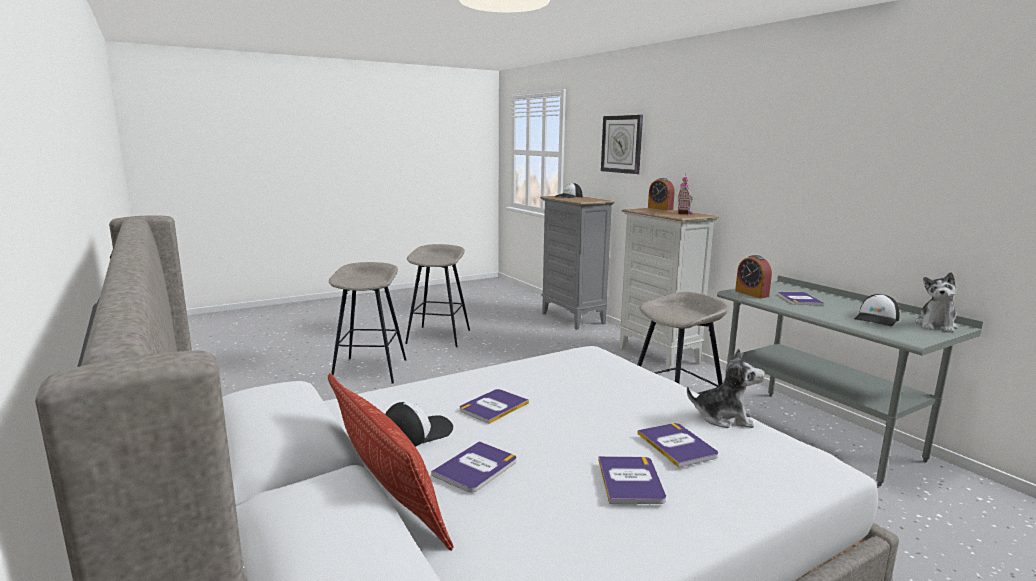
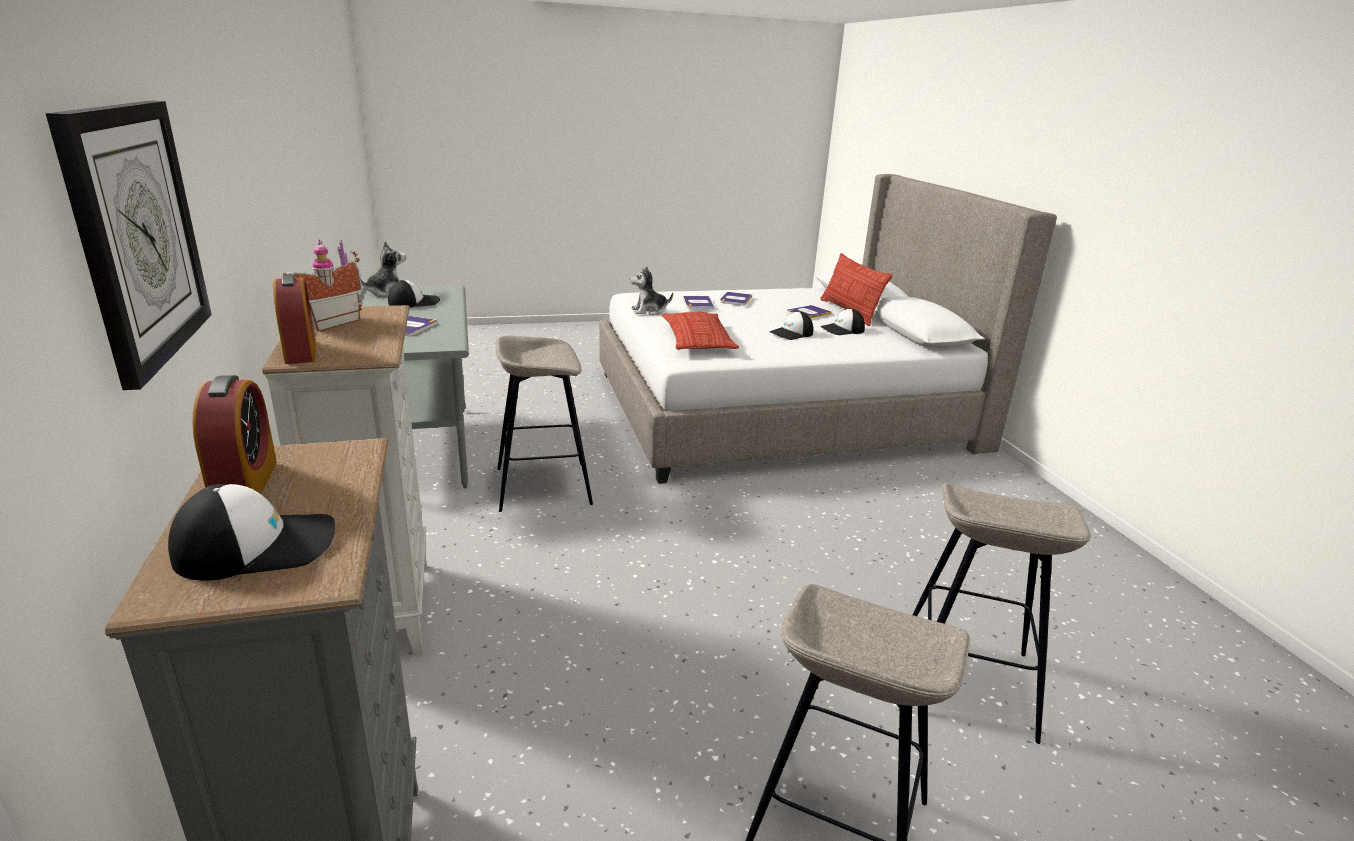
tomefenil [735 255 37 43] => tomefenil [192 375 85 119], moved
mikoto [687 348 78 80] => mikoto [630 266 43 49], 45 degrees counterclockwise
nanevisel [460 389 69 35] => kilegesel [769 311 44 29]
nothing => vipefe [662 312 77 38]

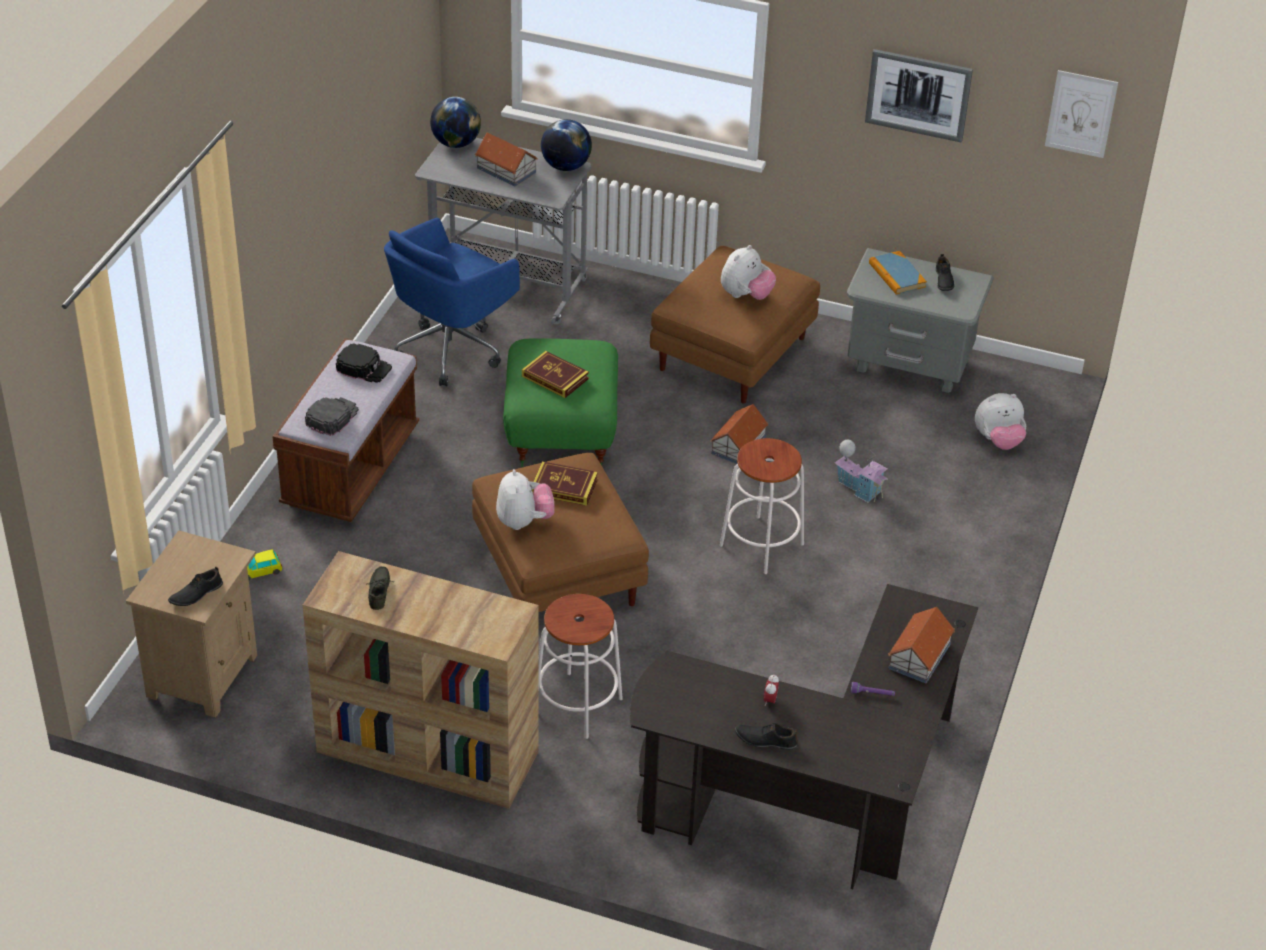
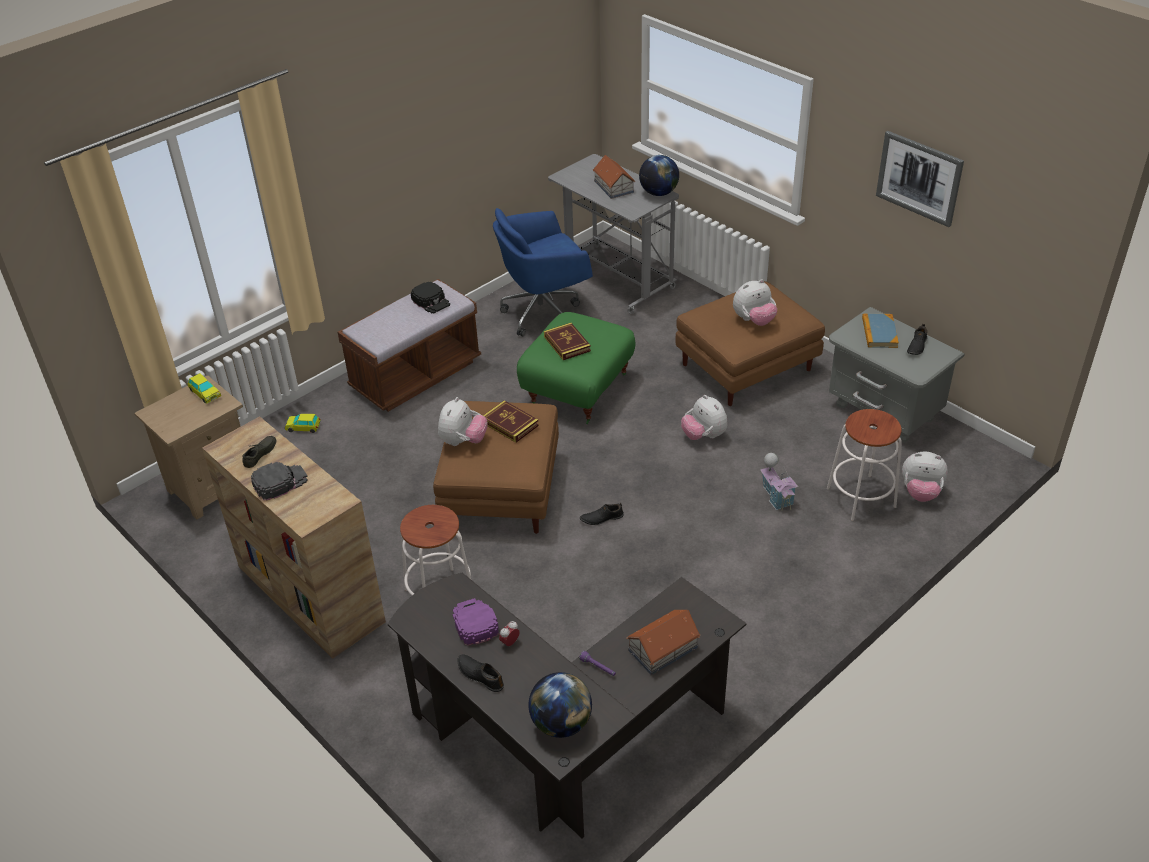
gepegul [1045 70 73 88] => nothing
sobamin [430 97 51 51] => sobamin [528 672 64 66], moved
black kilegesel [305 397 54 39] => black kilegesel [251 462 57 39], moved
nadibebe [710 404 58 60] => mikoto [681 395 47 45]
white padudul [720 438 84 136] => white padudul [827 409 75 112], moved
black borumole [168 566 55 40] => black borumole [580 503 44 22], moved
nothing => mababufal [188 373 33 30]
nothing => purple kilegesel [452 598 47 48]

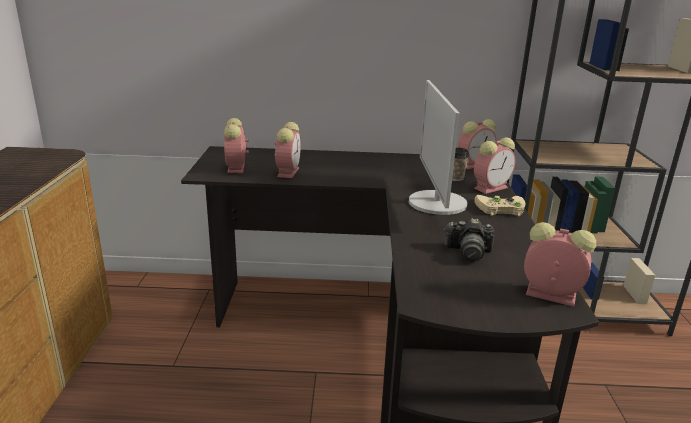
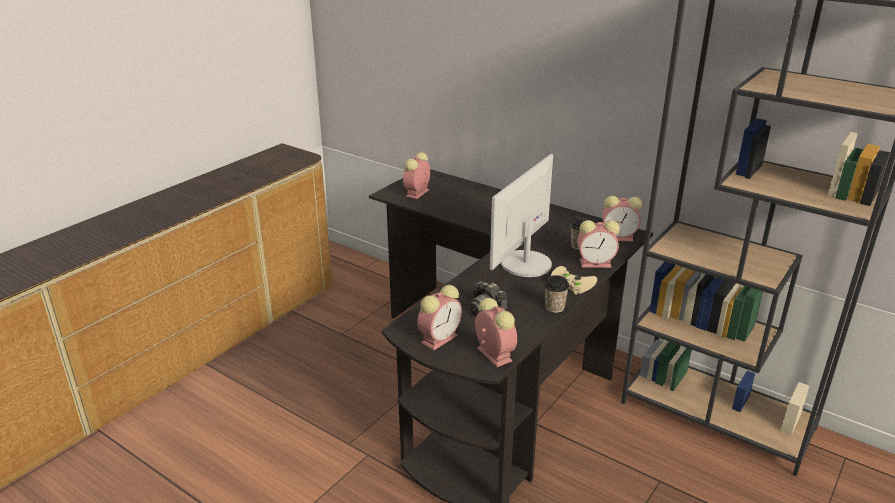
tomefenil [274 122 27 56] => tomefenil [417 285 45 65], moved
nothing => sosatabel [544 275 25 38]

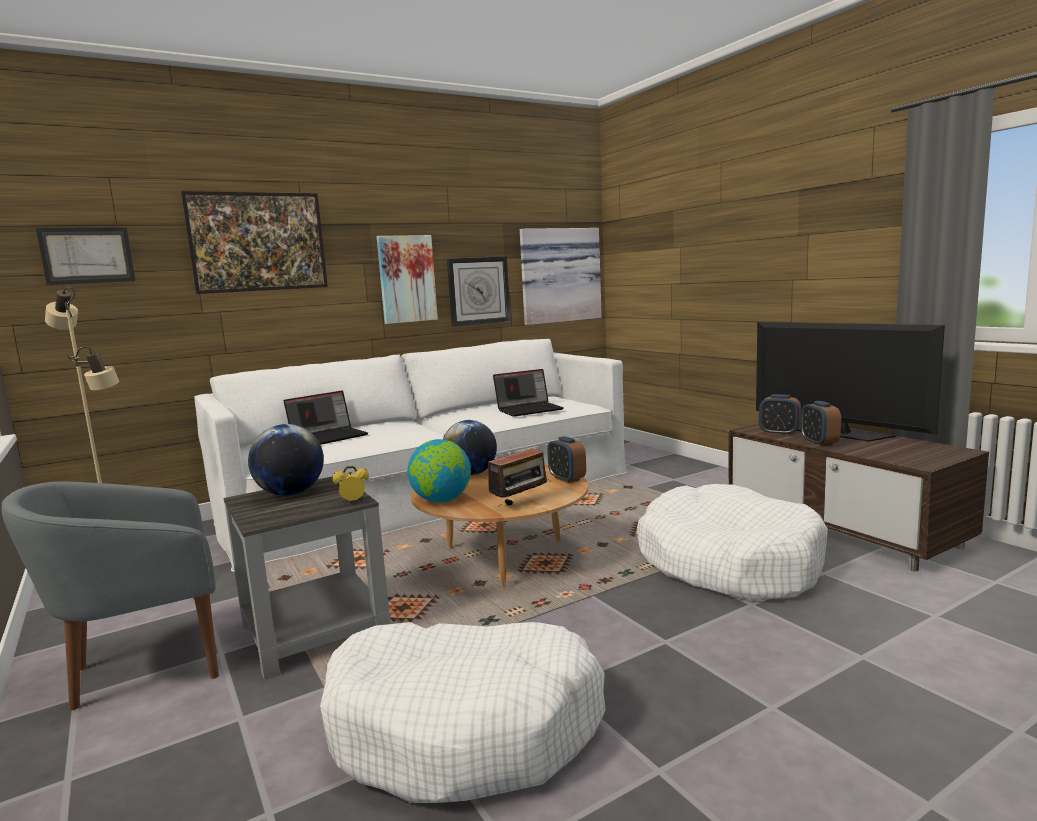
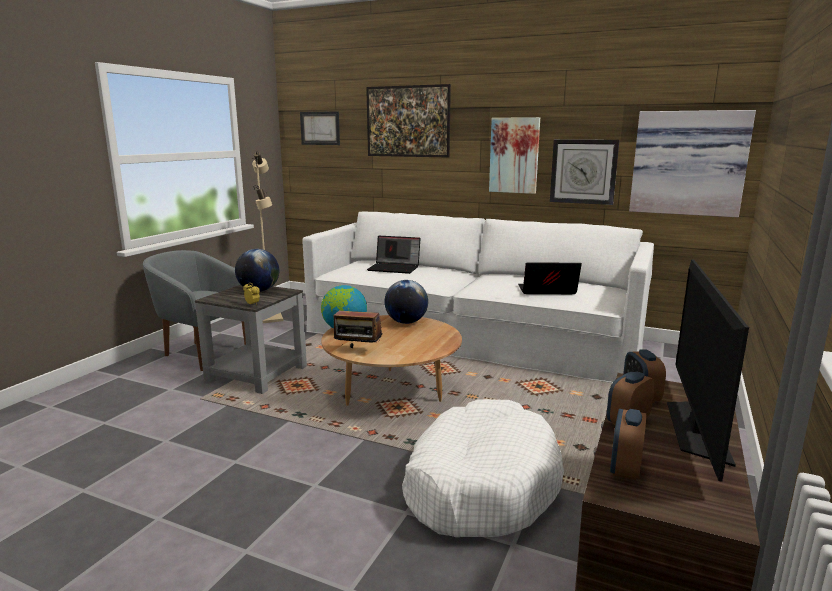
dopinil [493 369 71 48] => dopinil [518 262 64 32], 150 degrees clockwise
tomefenil [547 436 39 47] => tomefenil [610 409 37 71], moved
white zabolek [320 622 286 181] => nothing

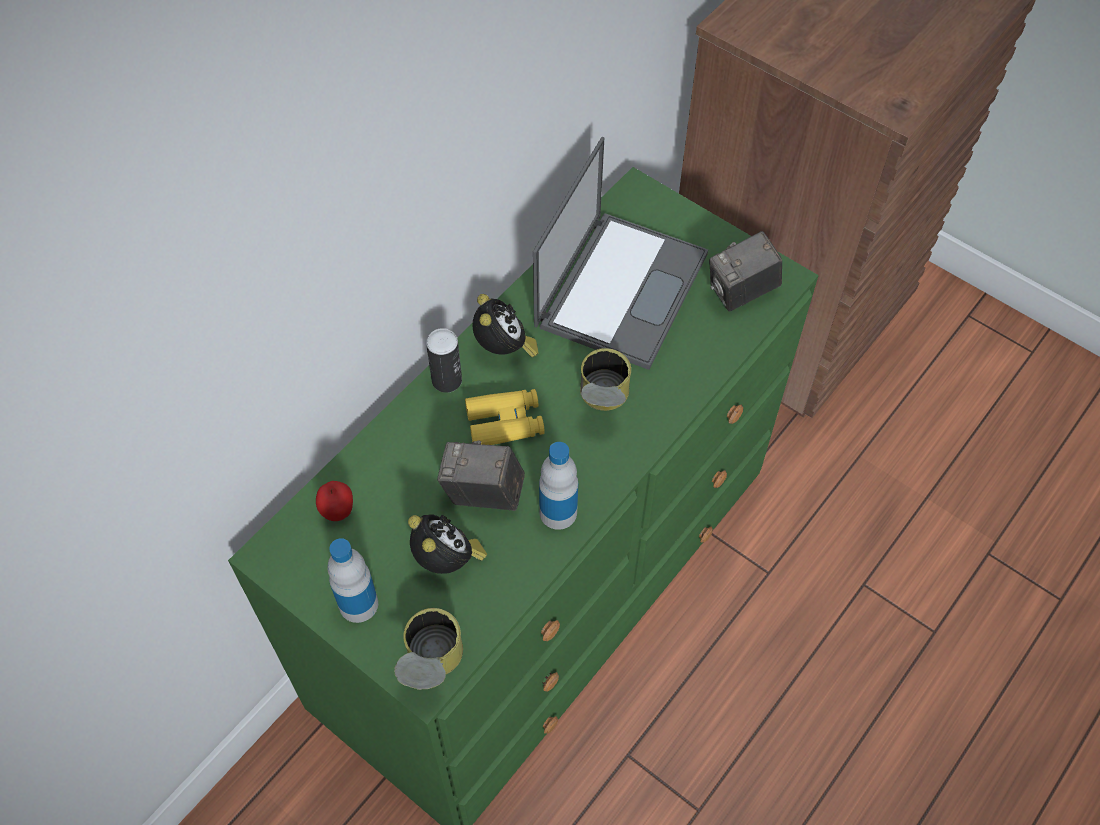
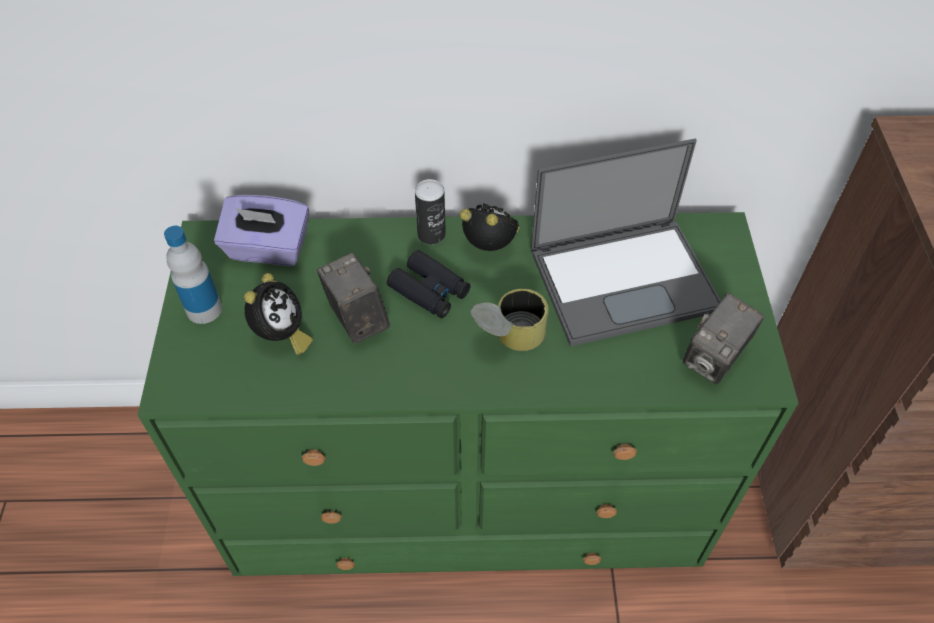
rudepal [709 231 73 81] => rudepal [683 293 81 92], 75 degrees counterclockwise
tomefenil [472 294 67 64] => tomefenil [460 203 59 48], 105 degrees counterclockwise
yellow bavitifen [465 389 80 56] => black bavitifen [387 250 83 68]
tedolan [539 442 39 88] => nothing
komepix [316 481 37 40] => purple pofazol [214 195 95 71]
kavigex [394 608 69 82] => nothing

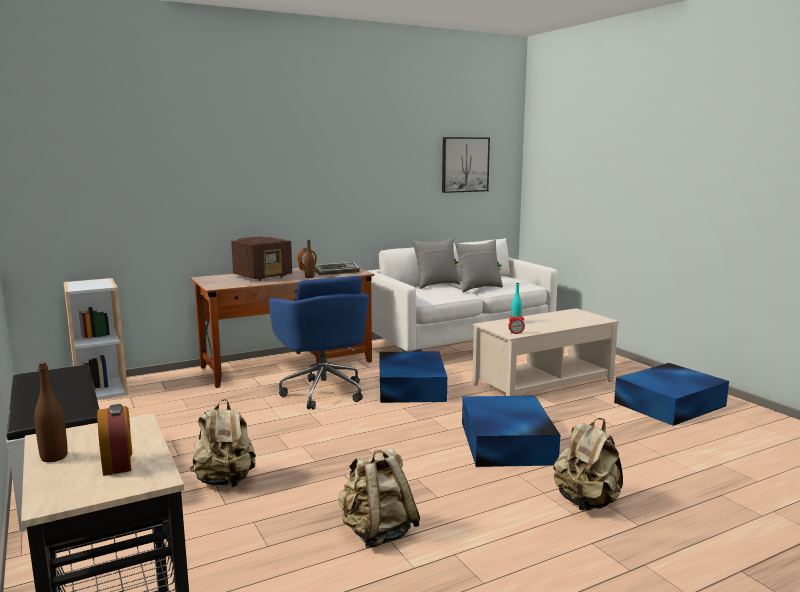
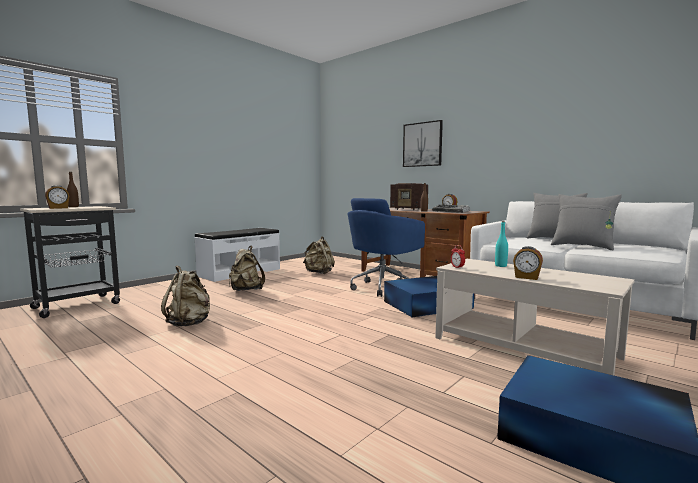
gepegul [442 137 48 56] => gepegul [403 120 40 47], moved
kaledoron [64 278 64 121] => nothing
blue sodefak [462 396 98 71] => nothing
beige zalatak [554 418 69 93] => beige zalatak [303 237 32 37], moved
nothing => tomefenil [513 246 30 34]

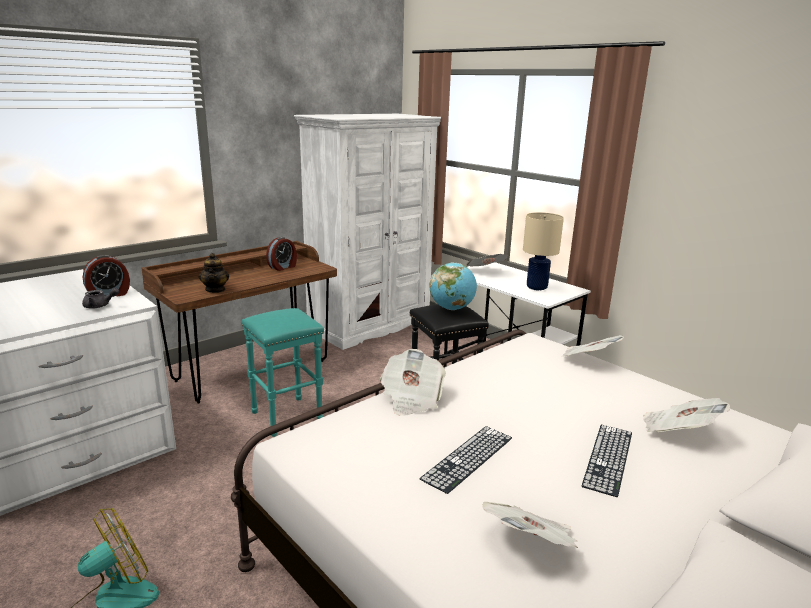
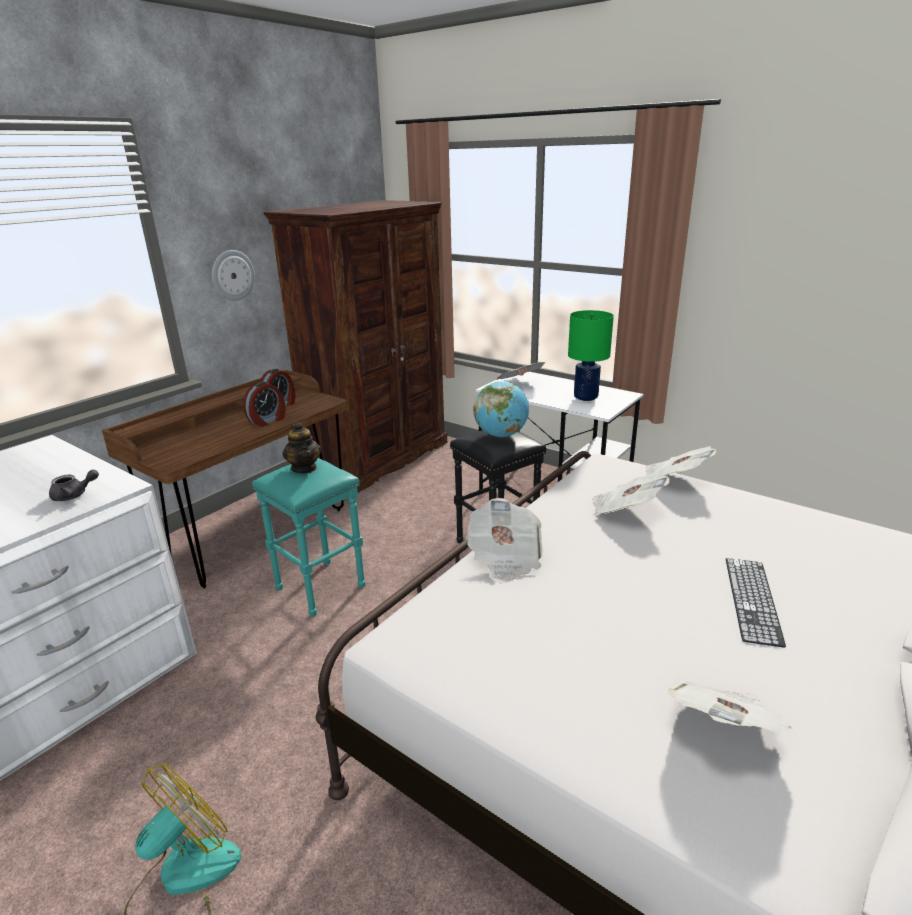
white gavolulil [294 114 147 236] => brown gavolulil [264 200 183 293]
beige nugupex [523 212 41 79] => green nugupex [568 310 46 91]
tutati [199 253 30 40] => tutati [282 422 39 51], moved
tomefenil [82 255 48 42] => tomefenil [243 382 42 45], moved
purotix [643 398 87 34] => purotix [592 473 77 42], moved
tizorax [420 426 92 68] => nothing
nothing => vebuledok [212 250 43 51]

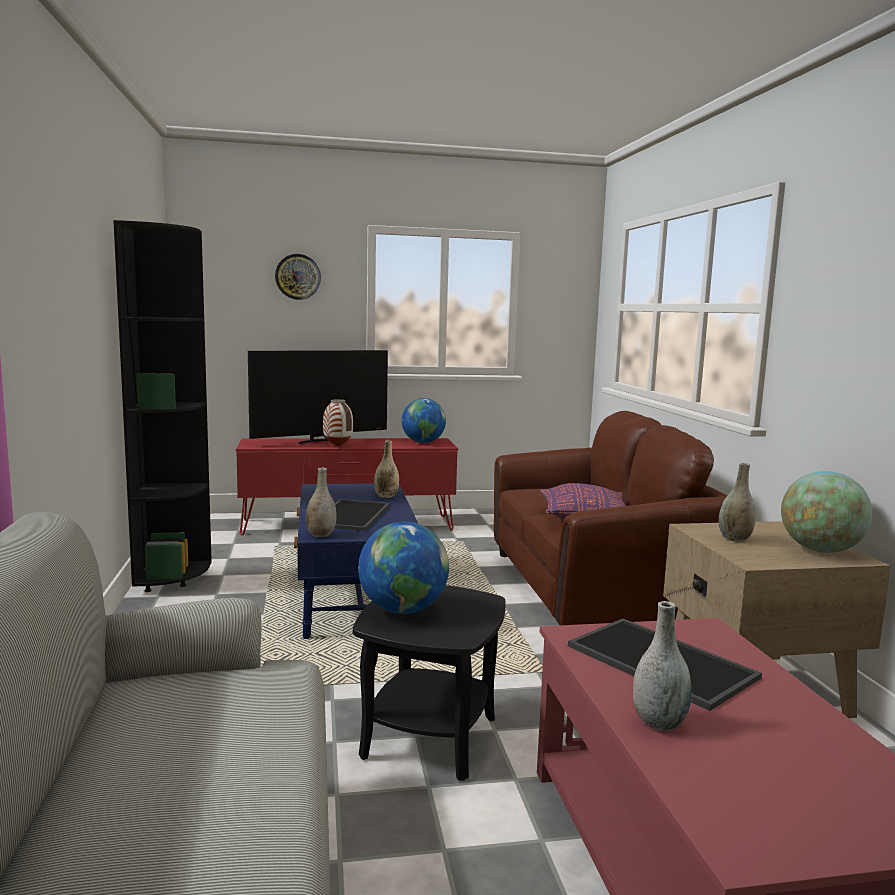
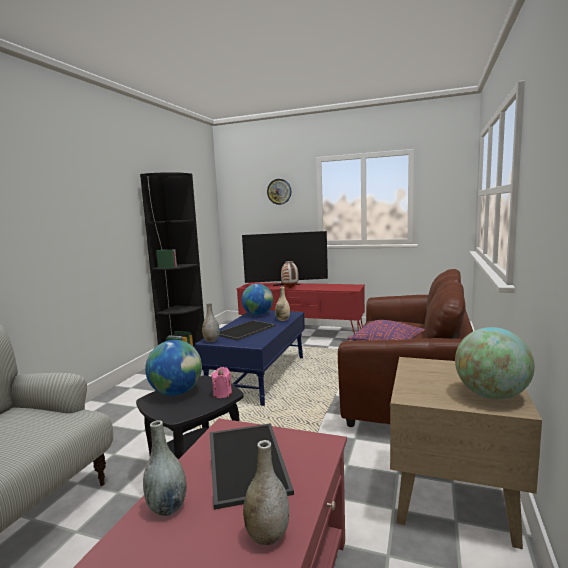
sobamin [401 398 45 45] => sobamin [241 284 32 32], moved
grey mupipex [719 463 37 79] => grey mupipex [243 440 46 106], moved
nothing => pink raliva [211 367 21 31]

